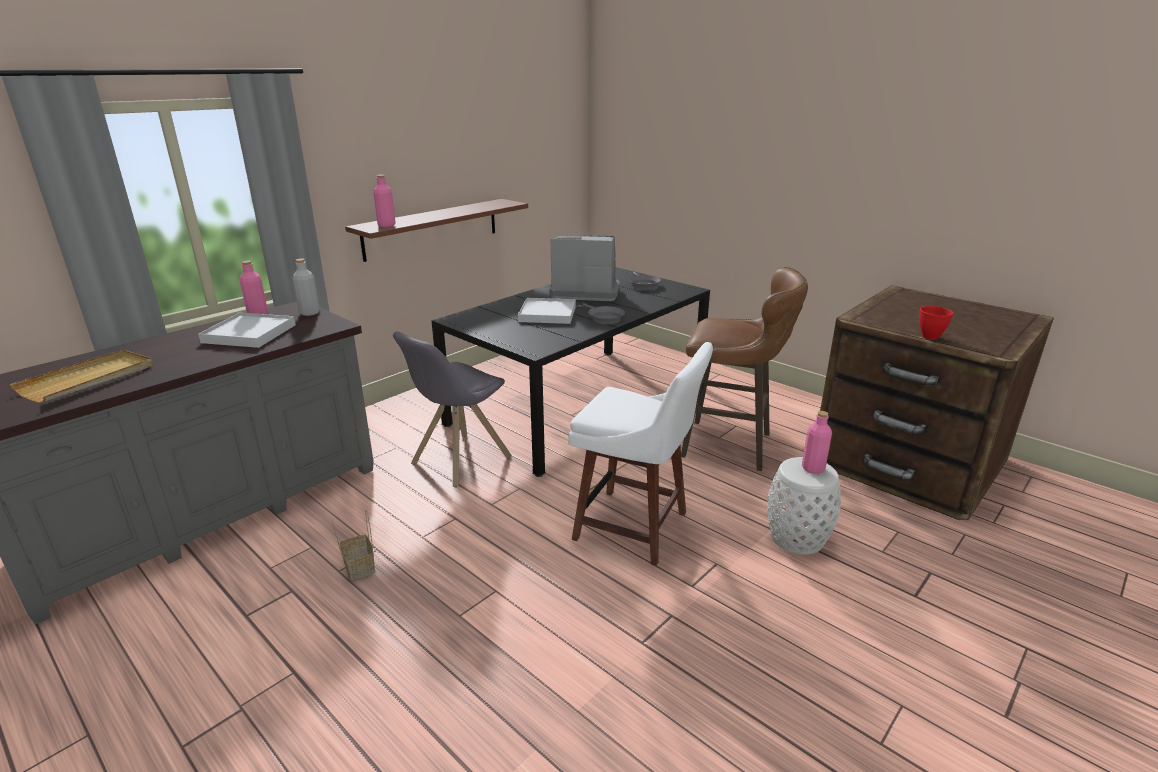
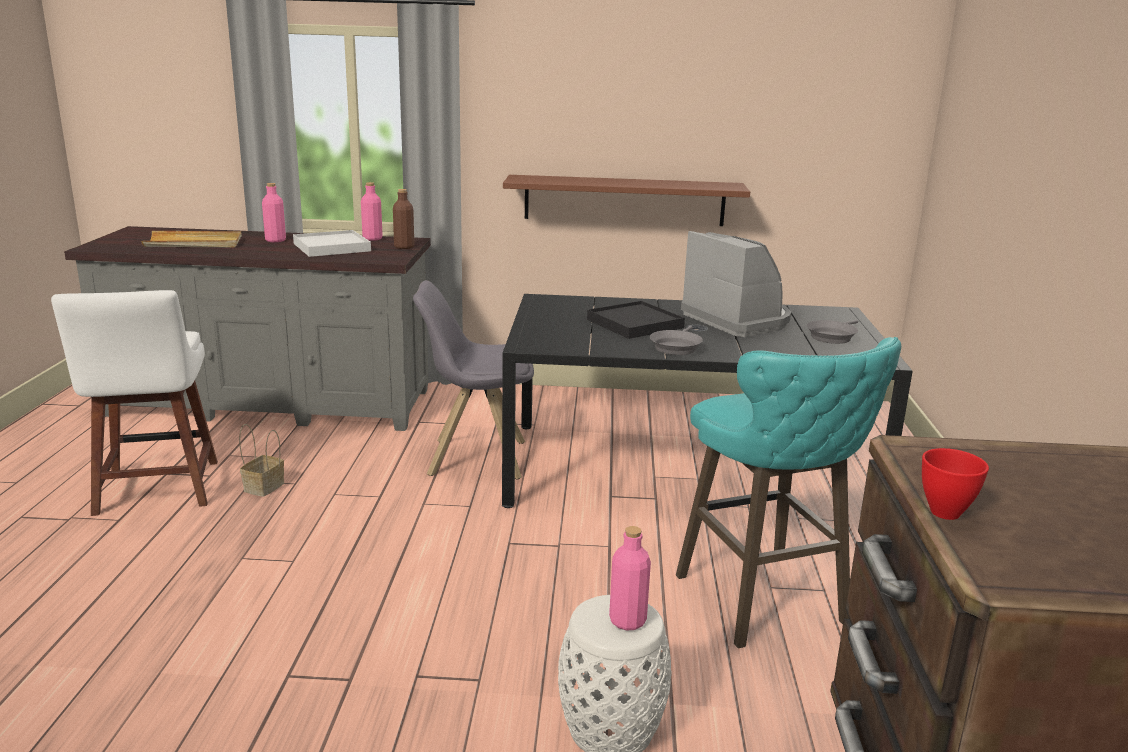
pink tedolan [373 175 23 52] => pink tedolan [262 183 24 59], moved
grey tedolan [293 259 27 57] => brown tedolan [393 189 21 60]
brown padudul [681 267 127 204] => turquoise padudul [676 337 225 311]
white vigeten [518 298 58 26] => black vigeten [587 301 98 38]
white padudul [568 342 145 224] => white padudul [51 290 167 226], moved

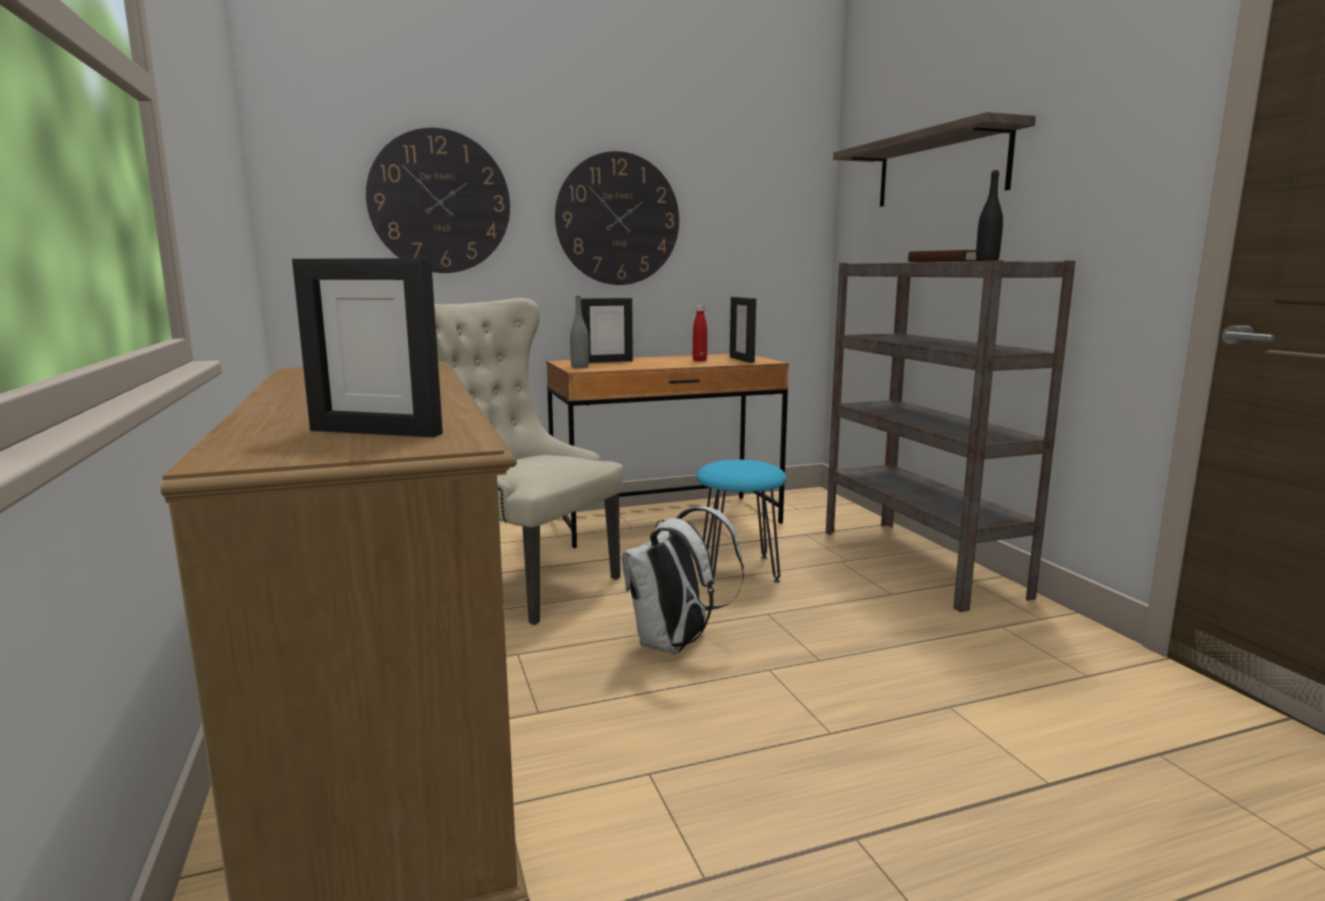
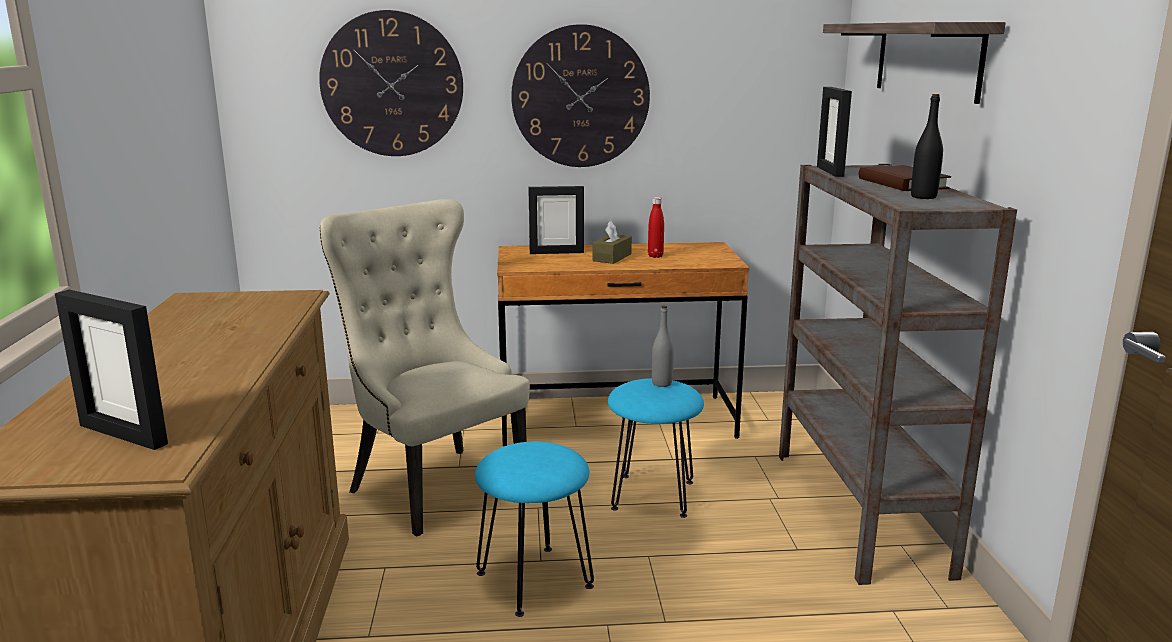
grey tedolan [570 296 19 72] => grey tedolan [652 306 22 81], moved
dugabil [730 297 26 66] => dugabil [817 87 35 90], moved
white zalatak [621 506 123 148] => turquoise padudul [475 442 119 175]
nothing => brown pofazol [593 221 39 43]

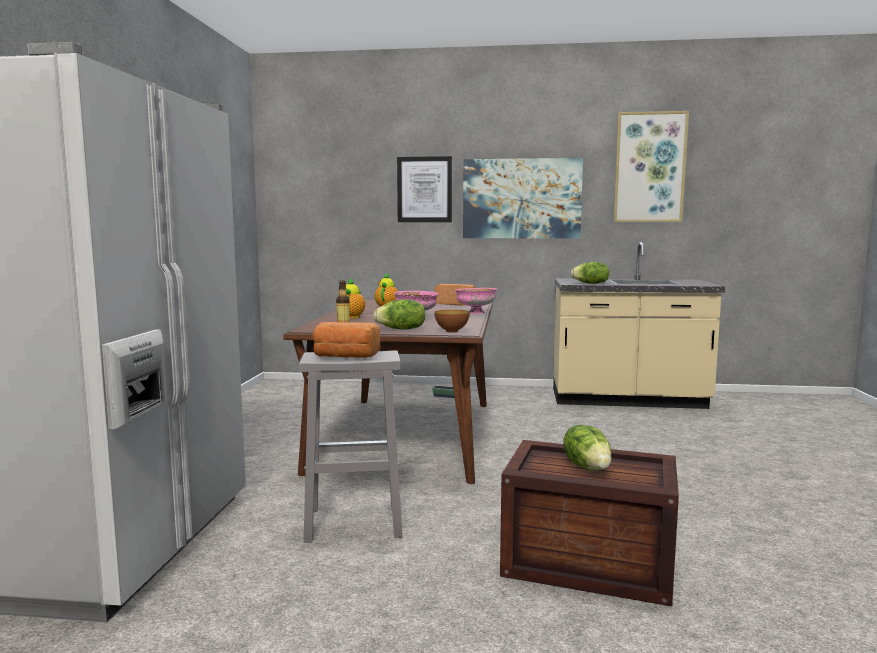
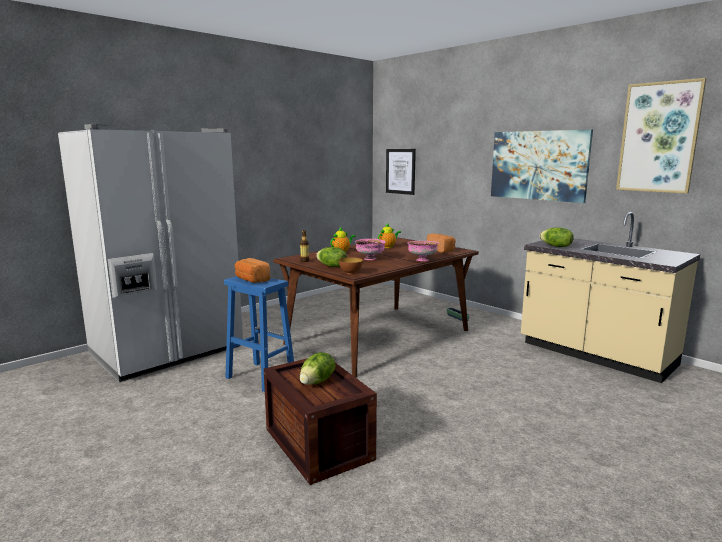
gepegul [397 156 55 66] => gepegul [386 149 30 46], moved
grey padudul [299 350 104 193] => blue padudul [224 276 70 116]

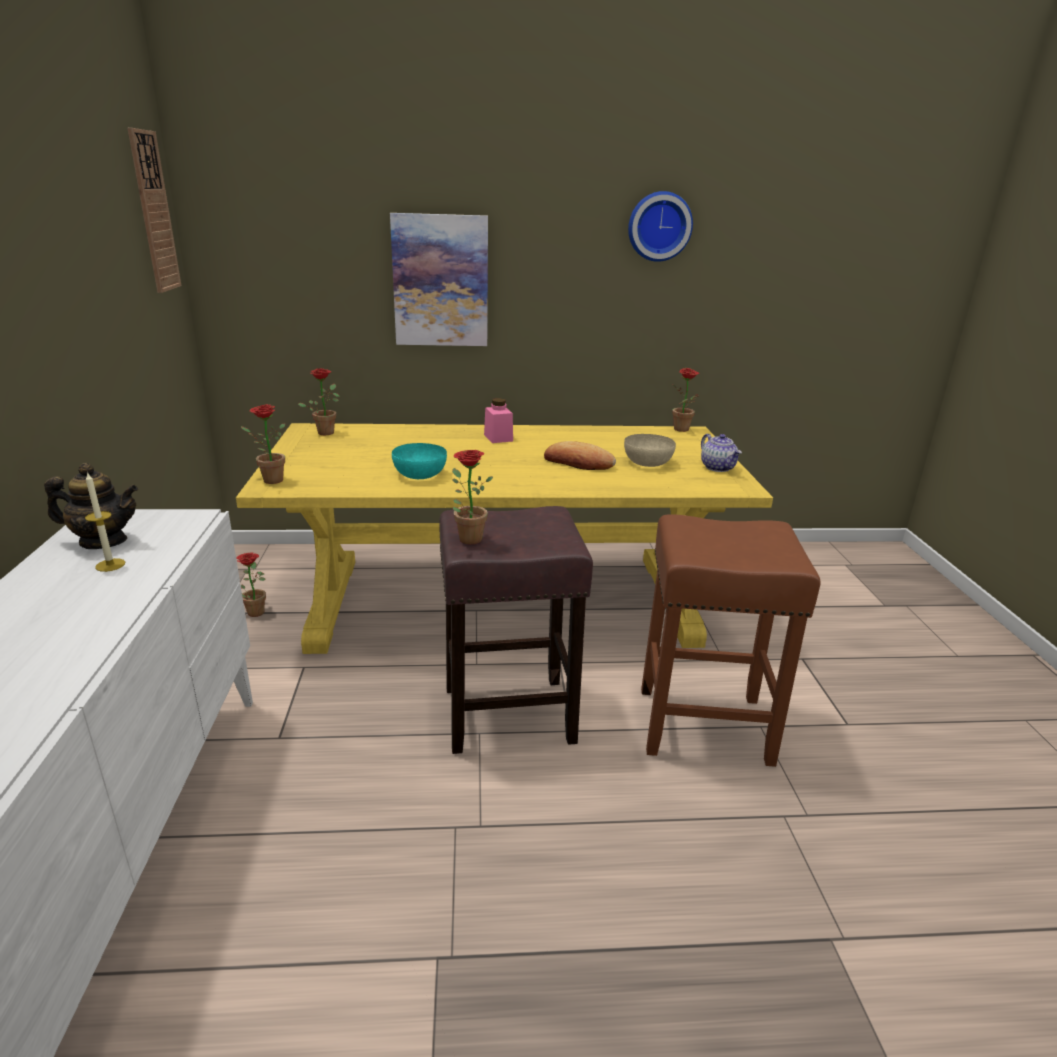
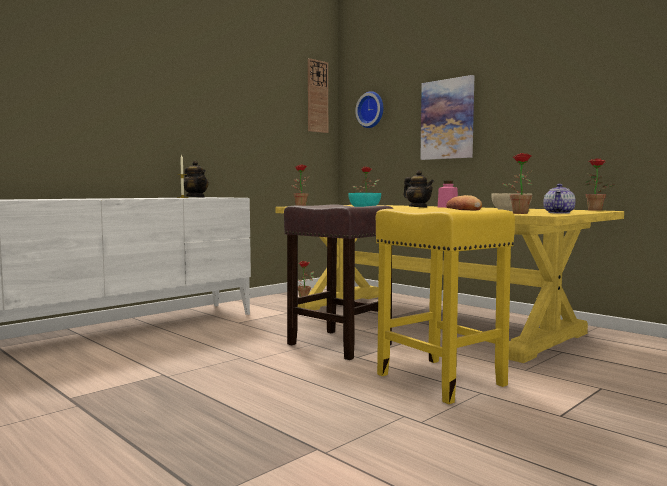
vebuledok [628 191 65 71] => vebuledok [355 91 28 37], moved
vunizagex [452 450 41 94] => vunizagex [503 153 30 61], moved
brown padudul [641 514 180 253] => yellow padudul [376 207 139 197]
nothing => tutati [403 170 31 38]

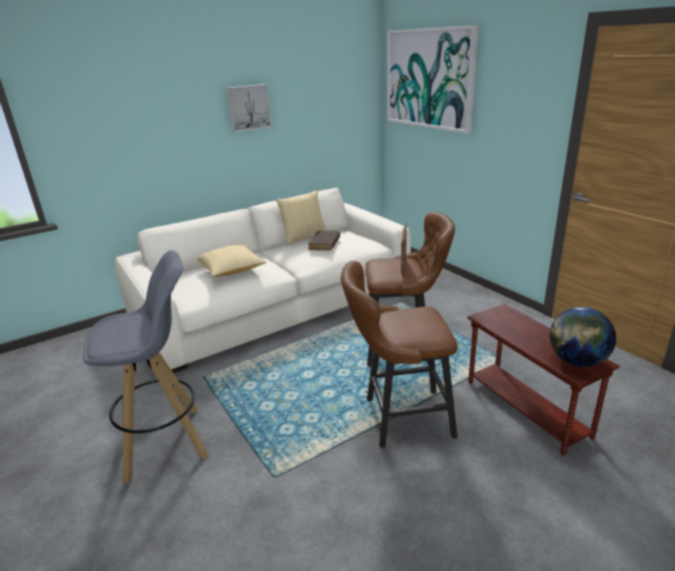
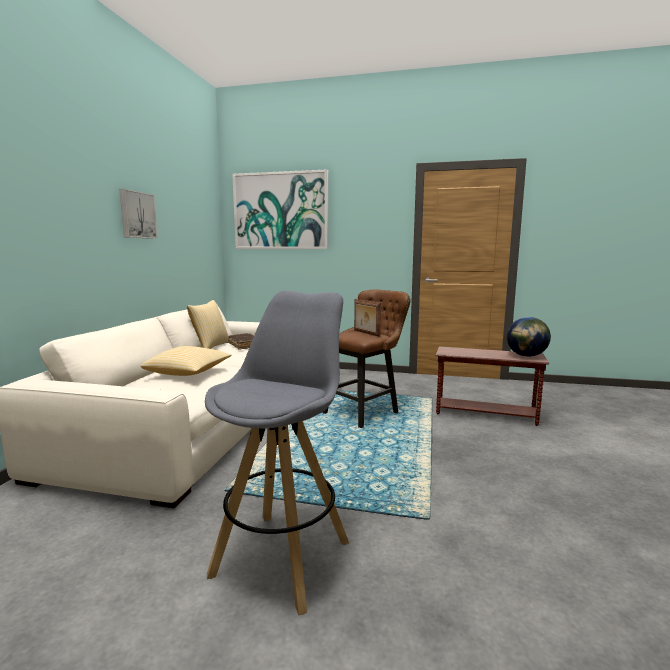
brown padudul [341 261 117 187] => nothing

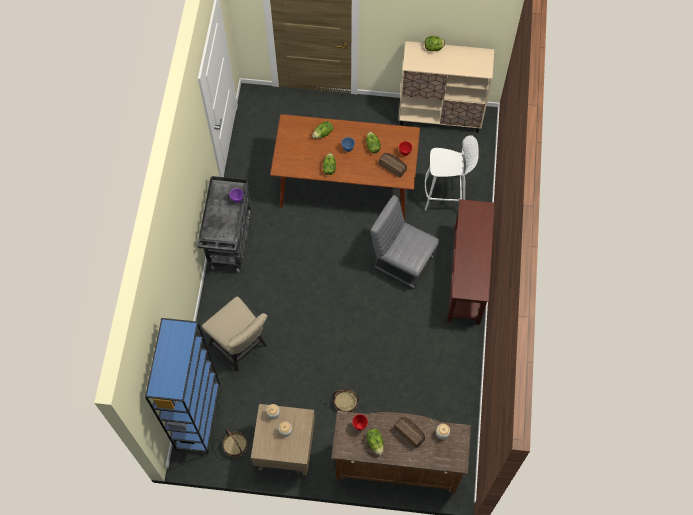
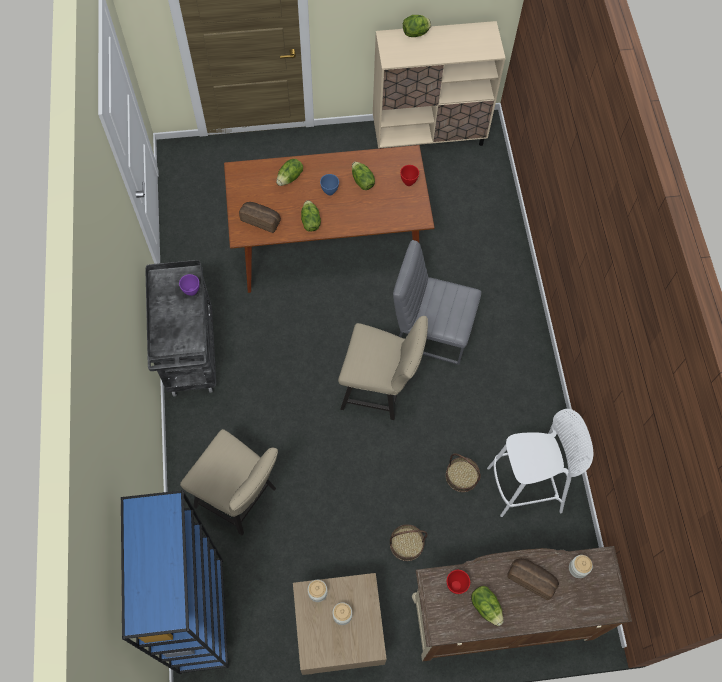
white padudul [425 135 54 75] => white padudul [487 409 106 108], moved
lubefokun [379 153 28 25] => lubefokun [239 202 42 31], moved
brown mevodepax [447 199 48 126] => nothing
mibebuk [222 428 25 29] => mibebuk [446 454 35 38], moved
nothing => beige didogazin [338 316 90 104]

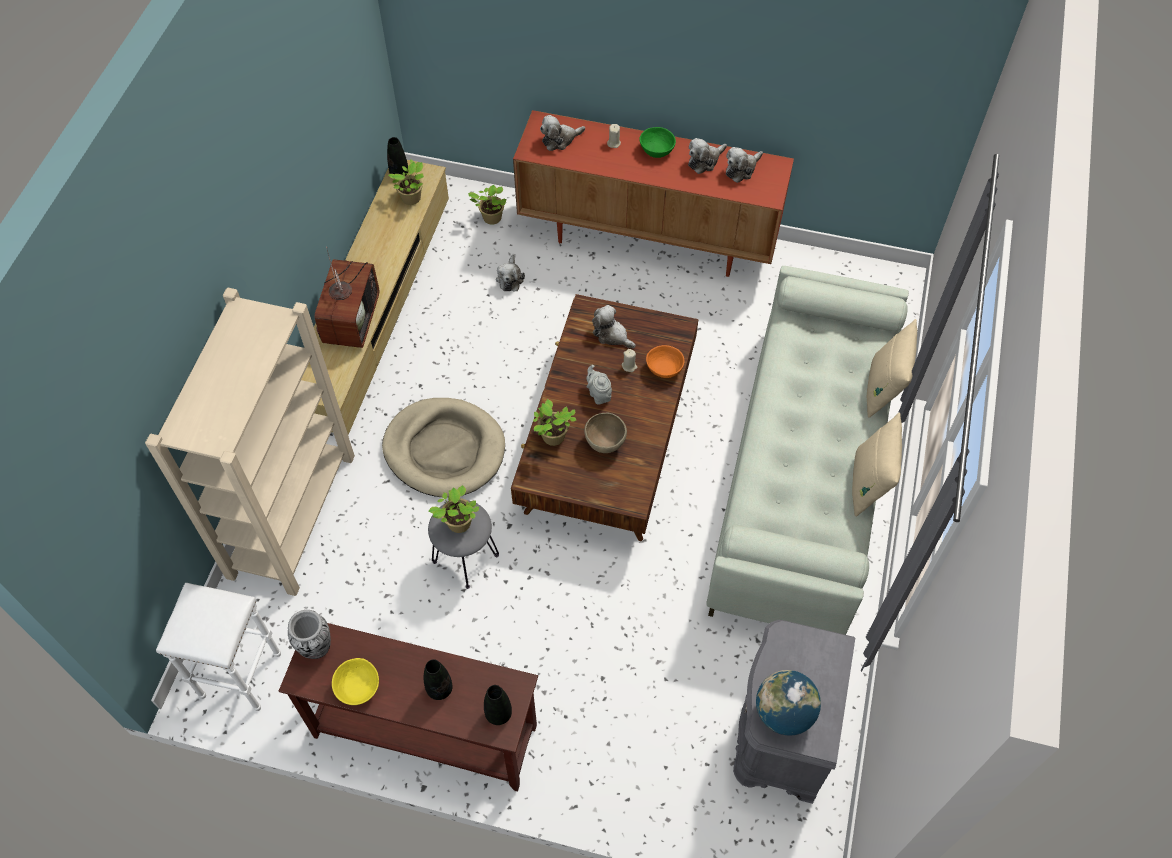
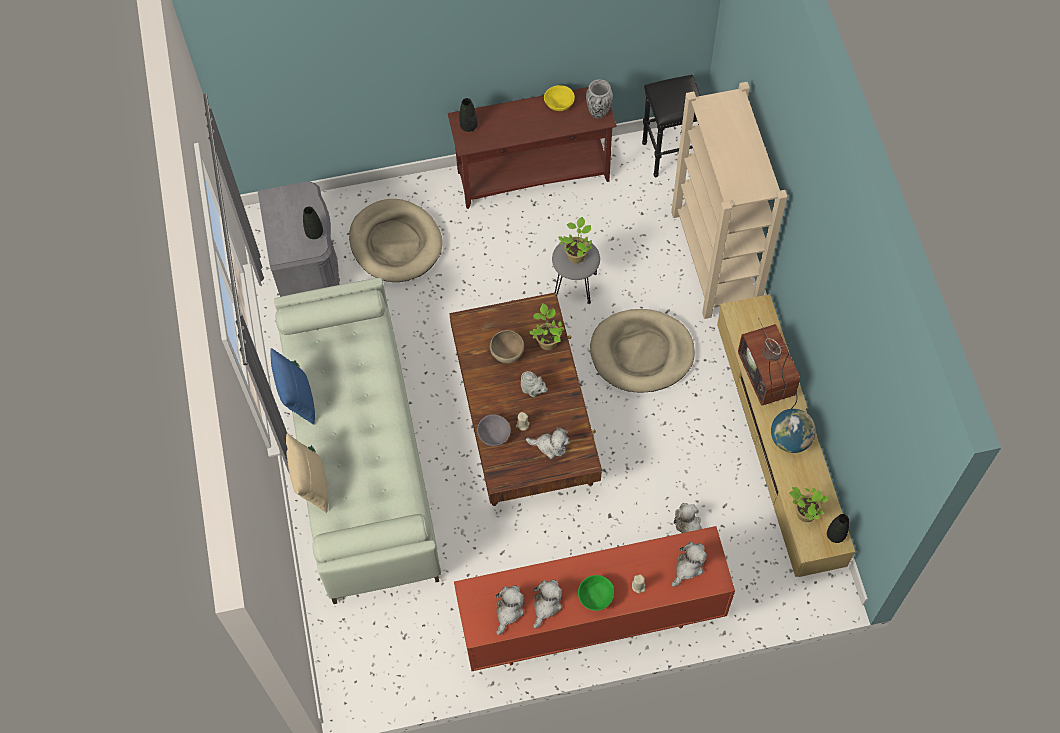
vunizagex [468 184 38 41] => nothing
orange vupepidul [646 345 38 33] => grey vupepidul [477 414 34 32]
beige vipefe [852 413 50 104] => blue vipefe [270 348 45 77]
white padudul [156 583 125 128] => black padudul [642 75 59 102]
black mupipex [424 659 29 41] => black mupipex [303 206 20 33], moved
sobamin [756 670 65 65] => sobamin [771 409 45 44], moved
nothing => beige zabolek [349 199 94 83]

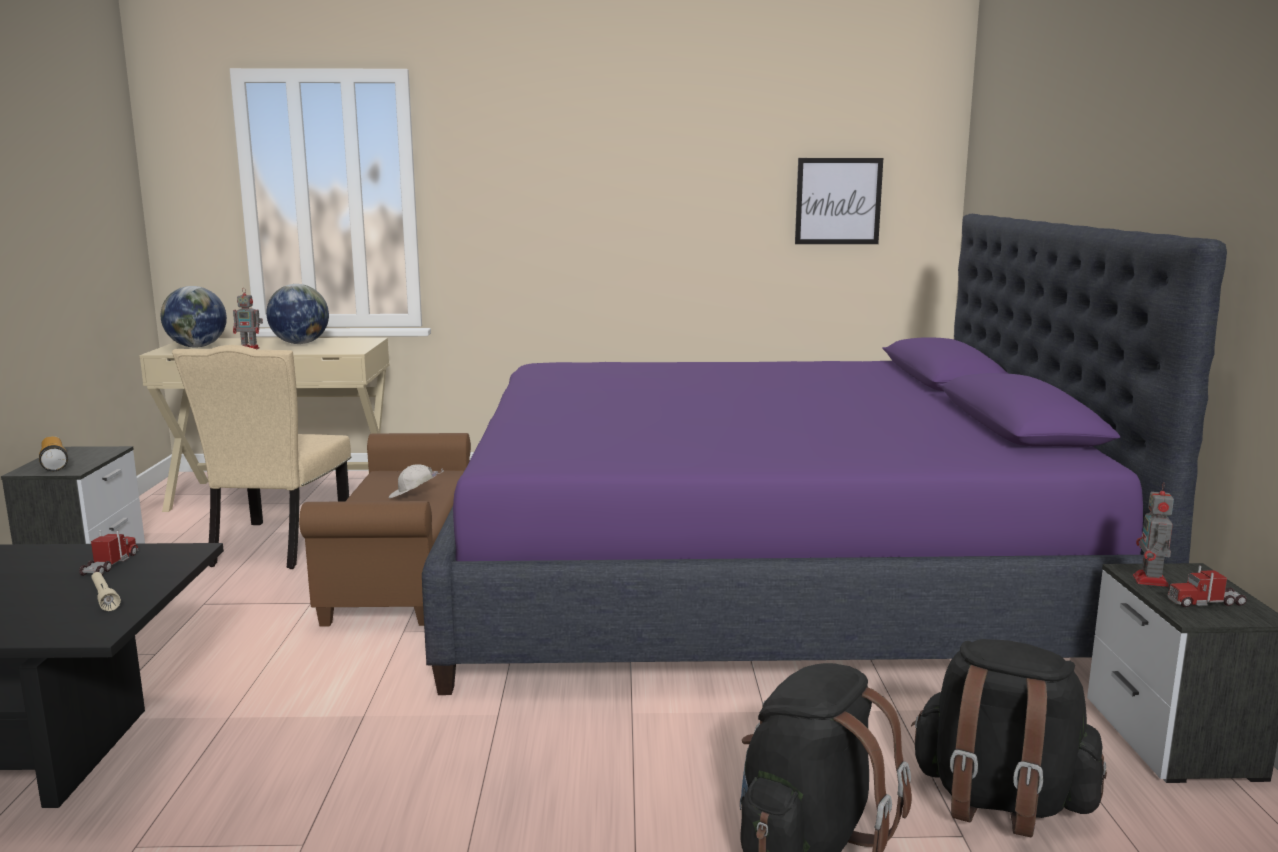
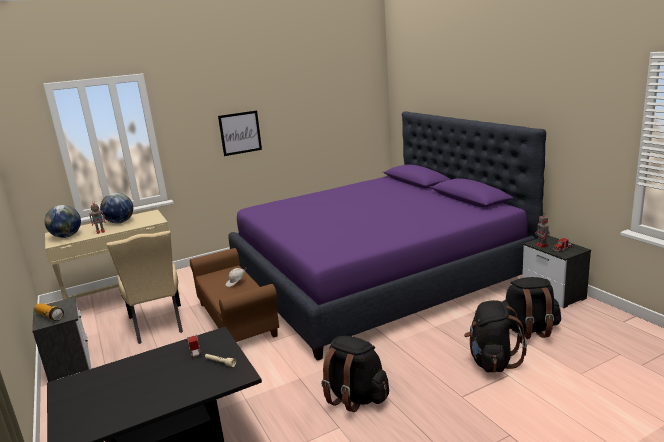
gepegul [795 158 88 86] => gepegul [218 110 44 46], moved
nothing => black zalatak [321 336 68 76]

